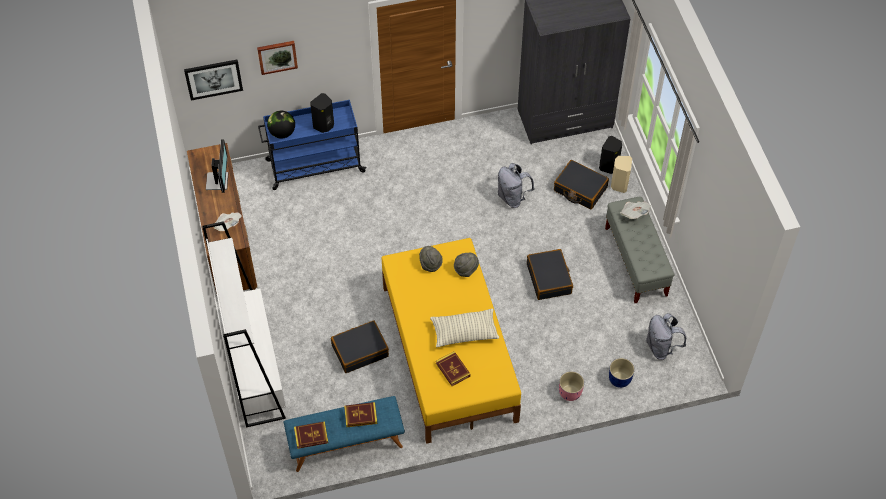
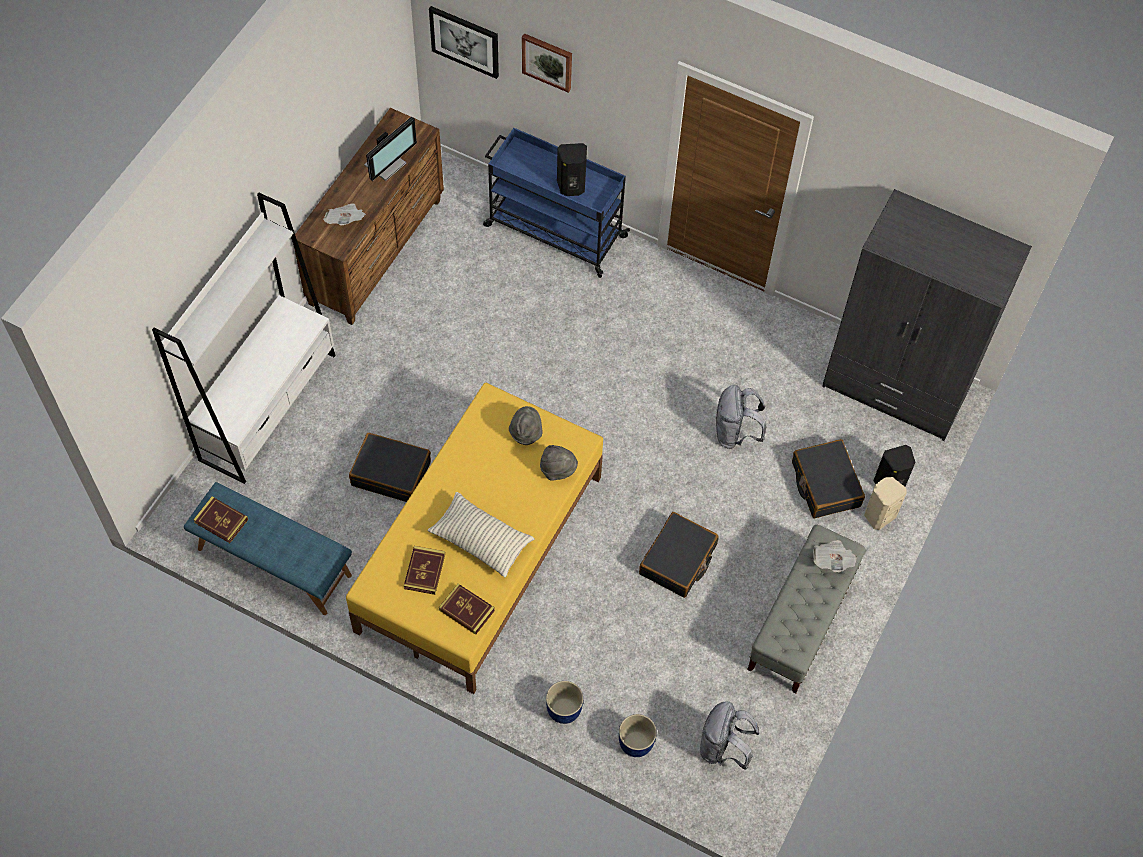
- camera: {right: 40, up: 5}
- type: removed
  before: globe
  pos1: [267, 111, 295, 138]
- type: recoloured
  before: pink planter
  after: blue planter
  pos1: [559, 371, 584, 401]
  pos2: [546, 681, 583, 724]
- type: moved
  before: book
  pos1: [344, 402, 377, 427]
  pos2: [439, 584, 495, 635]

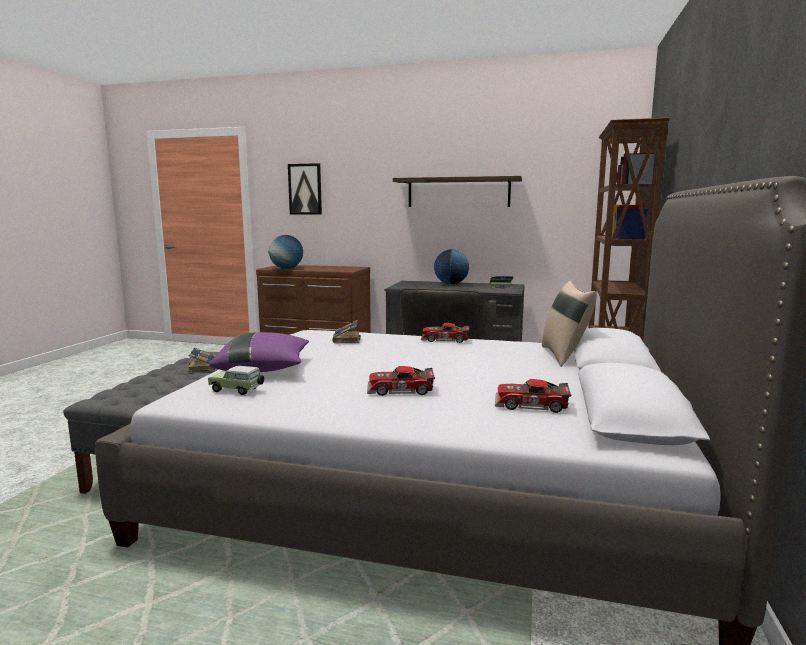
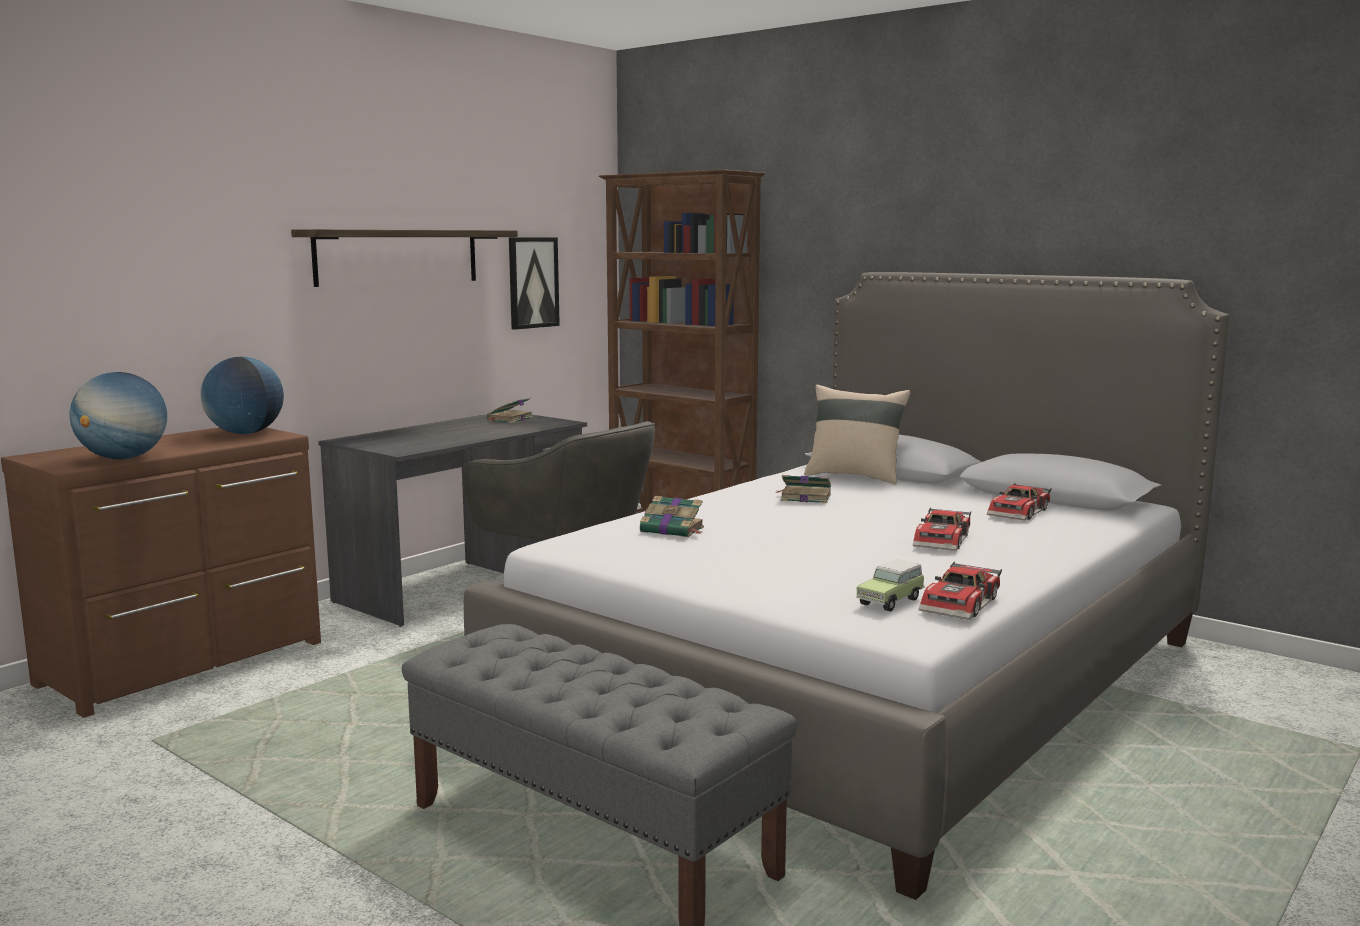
- camera: {right: -65, up: 0}
- type: moved
  before: picture
  pos1: [288, 163, 322, 215]
  pos2: [509, 237, 560, 330]
- type: moved
  before: globe
  pos1: [434, 249, 469, 285]
  pos2: [201, 357, 284, 434]
- type: moved
  before: toy car
  pos1: [420, 323, 469, 343]
  pos2: [919, 562, 1002, 620]
- type: removed
  before: purple pillow
  pos1: [209, 332, 309, 372]
- type: moved
  before: book
  pos1: [187, 347, 216, 372]
  pos2: [778, 475, 831, 503]

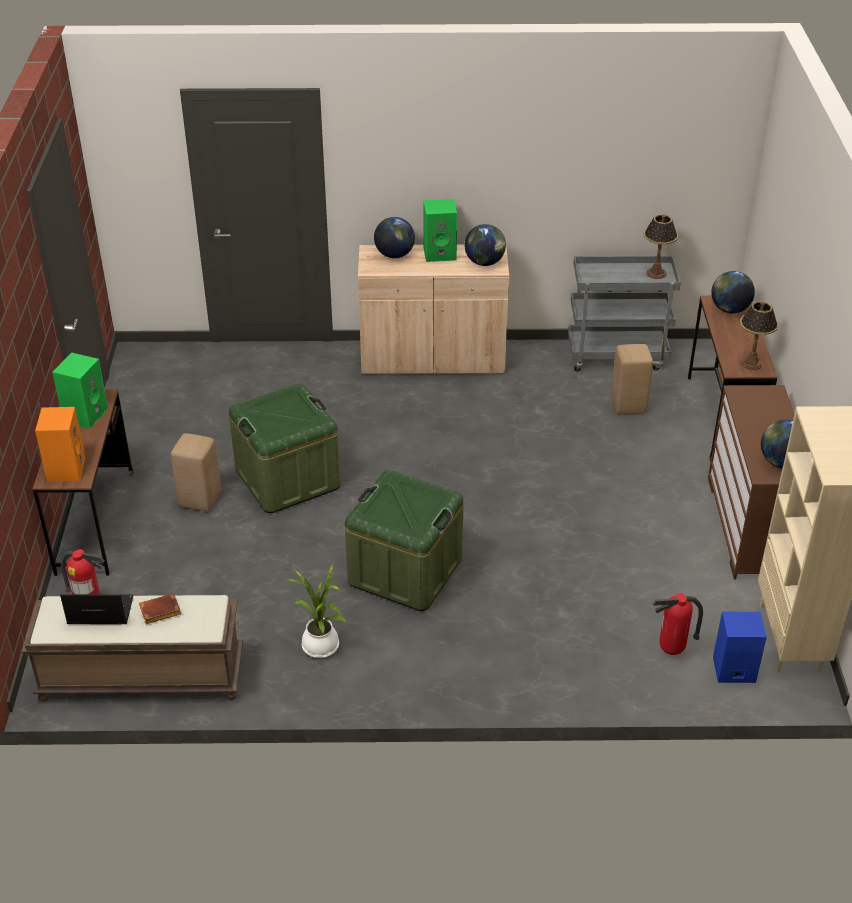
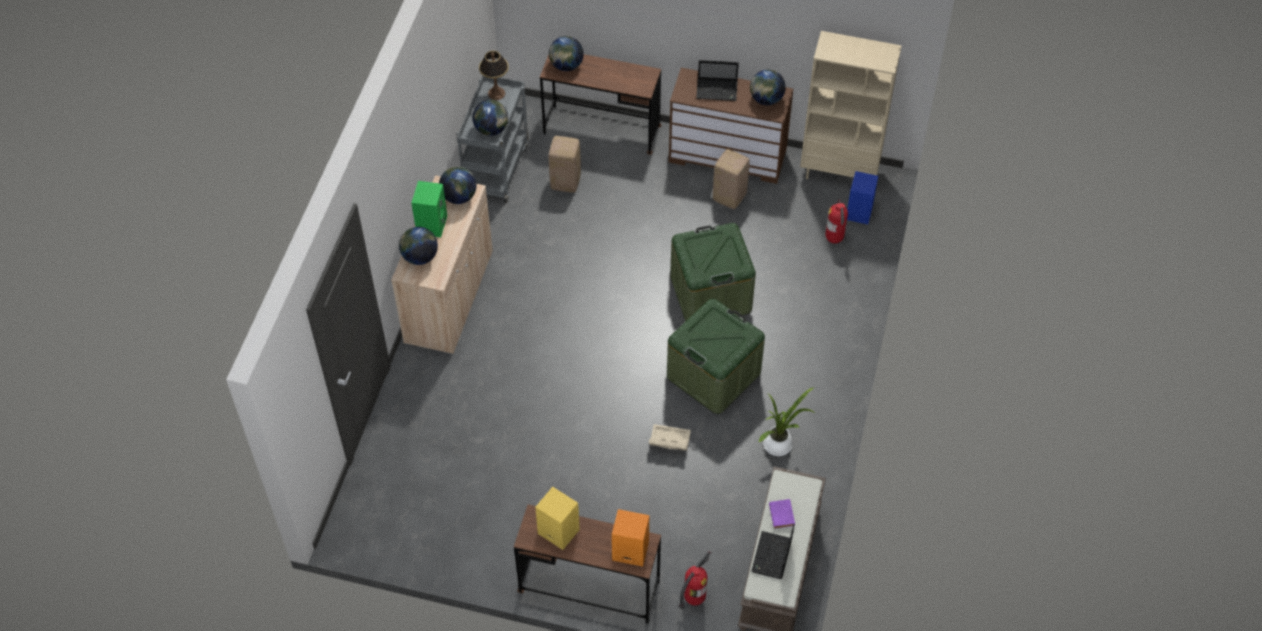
- camera: {right: -75, up: 15}
- type: removed
  before: table lamp
  pos1: [740, 301, 778, 370]
- type: recoloured
  before: green speaker
  after: yellow speaker
  pos1: [52, 353, 108, 429]
  pos2: [535, 487, 580, 550]
- type: moved
  before: green storage box
  pos1: [229, 384, 340, 513]
  pos2: [670, 223, 756, 322]
- type: moved
  before: beige stool
  pos1: [171, 433, 221, 511]
  pos2: [713, 149, 750, 209]
- type: recoloured
  before: brown book
  after: purple book
  pos1: [139, 593, 181, 624]
  pos2: [769, 499, 795, 529]
- type: added
  after: laptop
  pos2: [696, 60, 739, 101]
- type: added
  after: globe
  pos2: [472, 100, 508, 136]
- type: added
  after: beige storage box
  pos2: [649, 424, 691, 451]

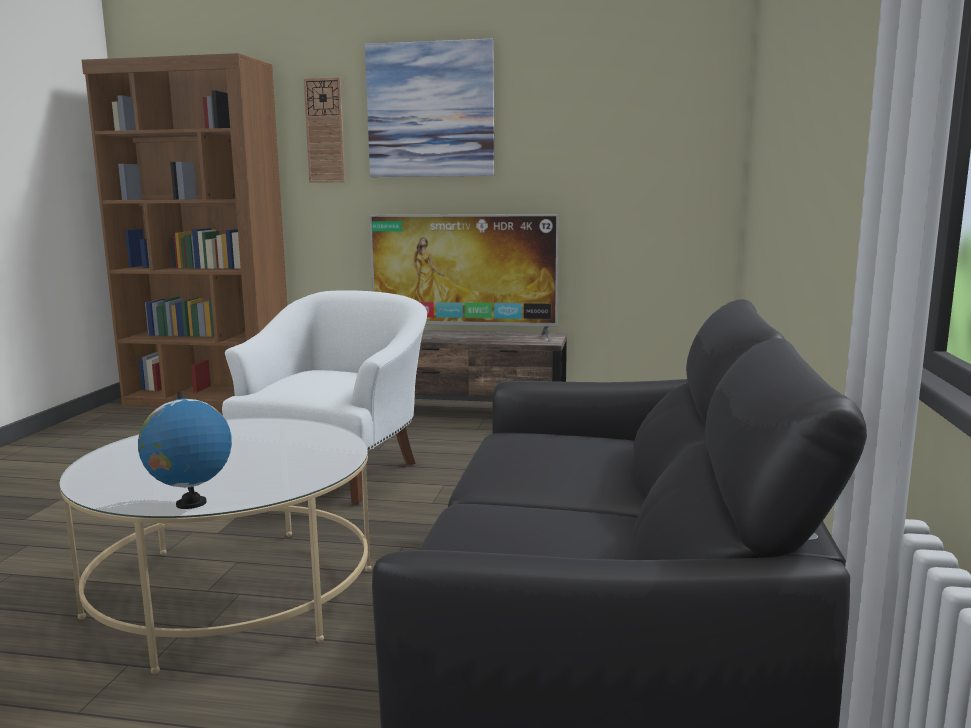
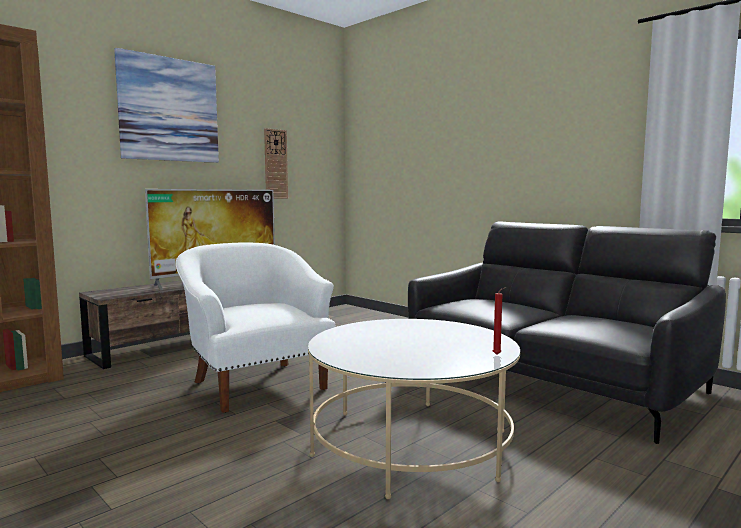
- camera: {right: -55, up: -5}
- type: moved
  before: wall clock
  pos1: [304, 77, 345, 183]
  pos2: [264, 128, 288, 199]
- type: replaced
  before: globe
  after: red candle
  pos1: [138, 392, 232, 509]
  pos2: [493, 287, 506, 355]

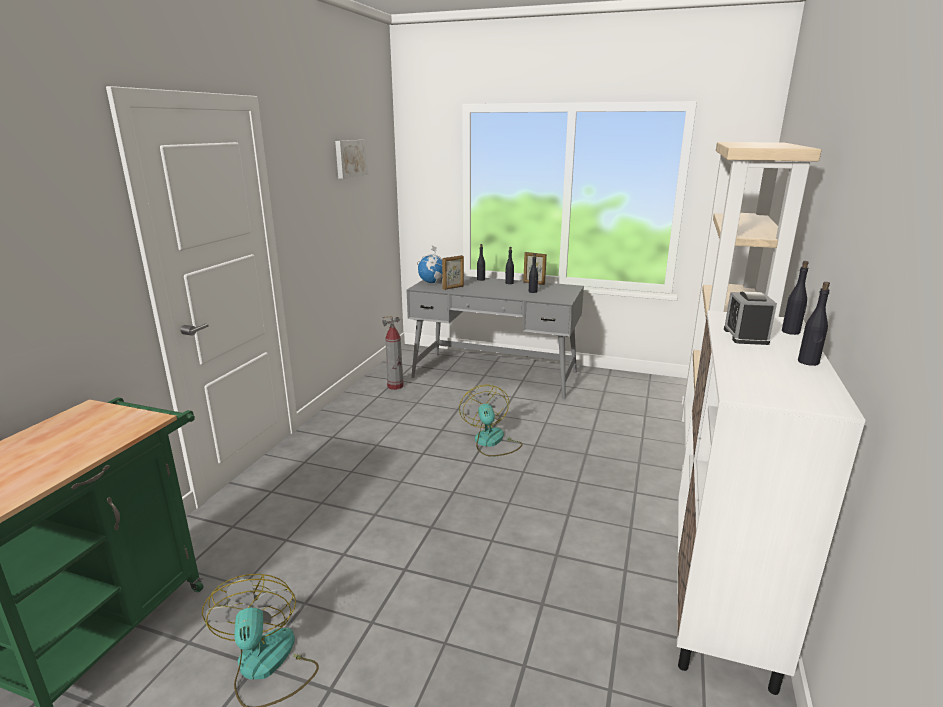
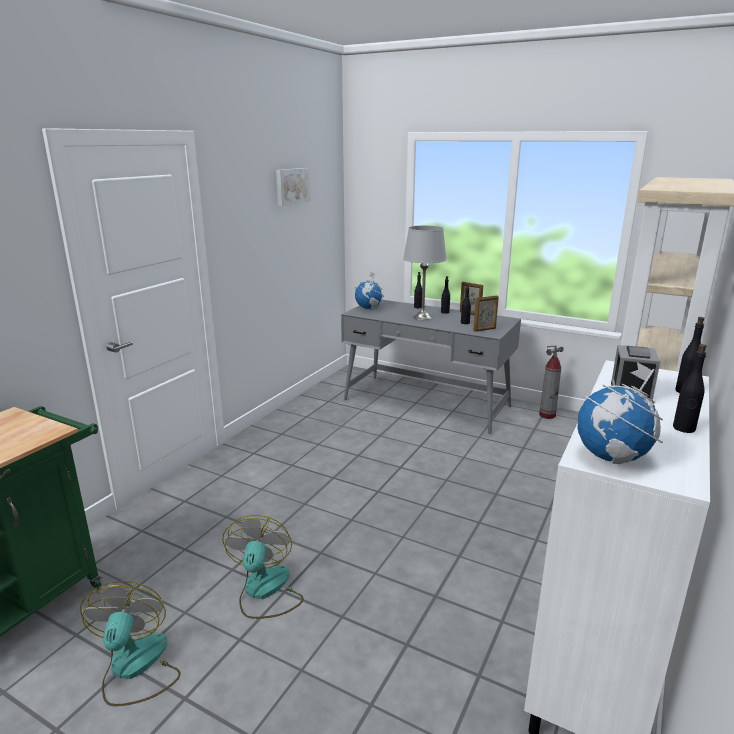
- camera: {right: 10, up: 0}
- type: moved
  before: picture frame
  pos1: [442, 255, 464, 290]
  pos2: [473, 295, 499, 332]
- type: moved
  before: fire extinguisher
  pos1: [382, 316, 404, 390]
  pos2: [539, 345, 564, 419]
- type: moved
  before: fan
  pos1: [459, 384, 523, 457]
  pos2: [222, 515, 304, 619]
- type: added
  after: grey table lamp
  pos2: [403, 226, 447, 320]
- type: added
  after: globe
  pos2: [578, 362, 663, 464]

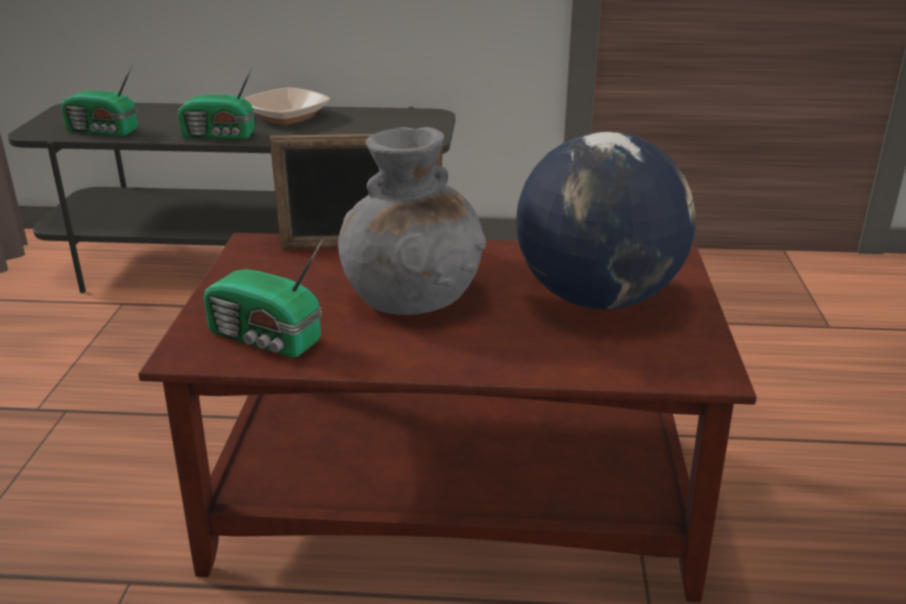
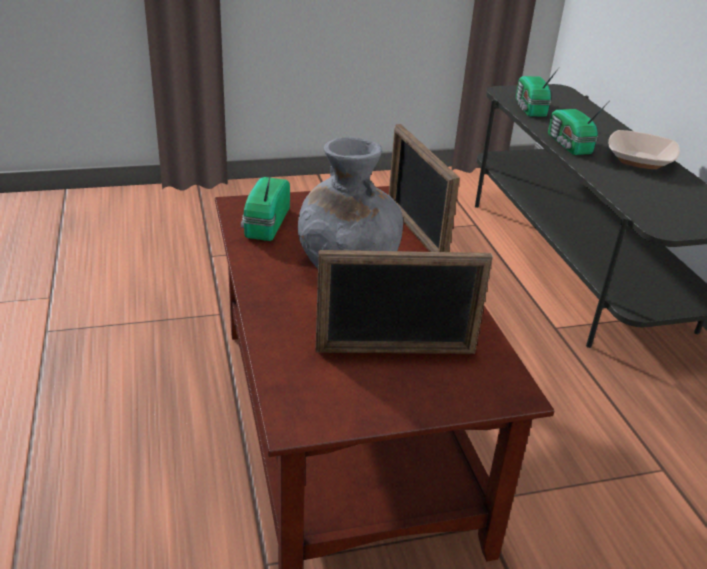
- camera: {right: 70, up: 5}
- type: replaced
  before: globe
  after: picture frame
  pos1: [516, 132, 696, 309]
  pos2: [315, 250, 493, 354]

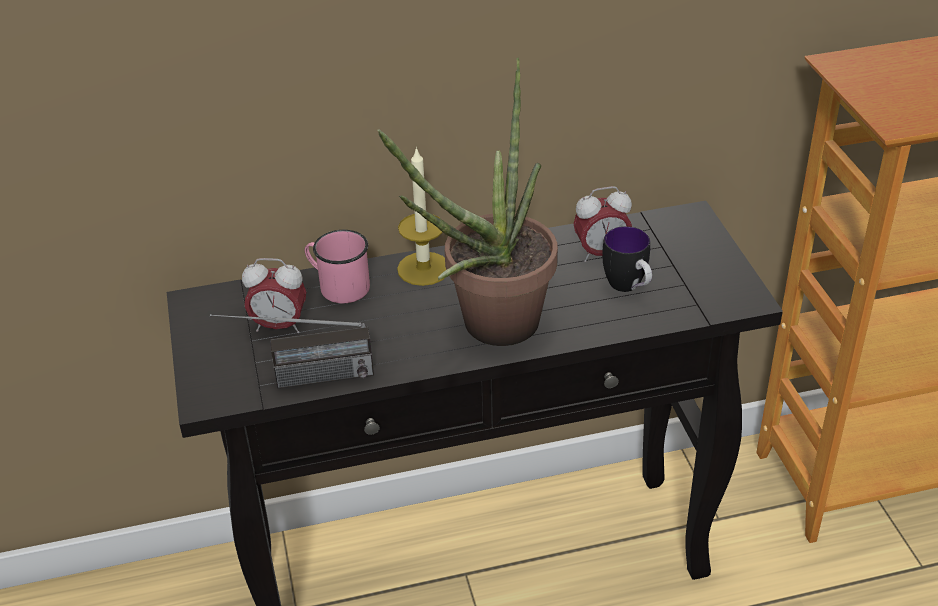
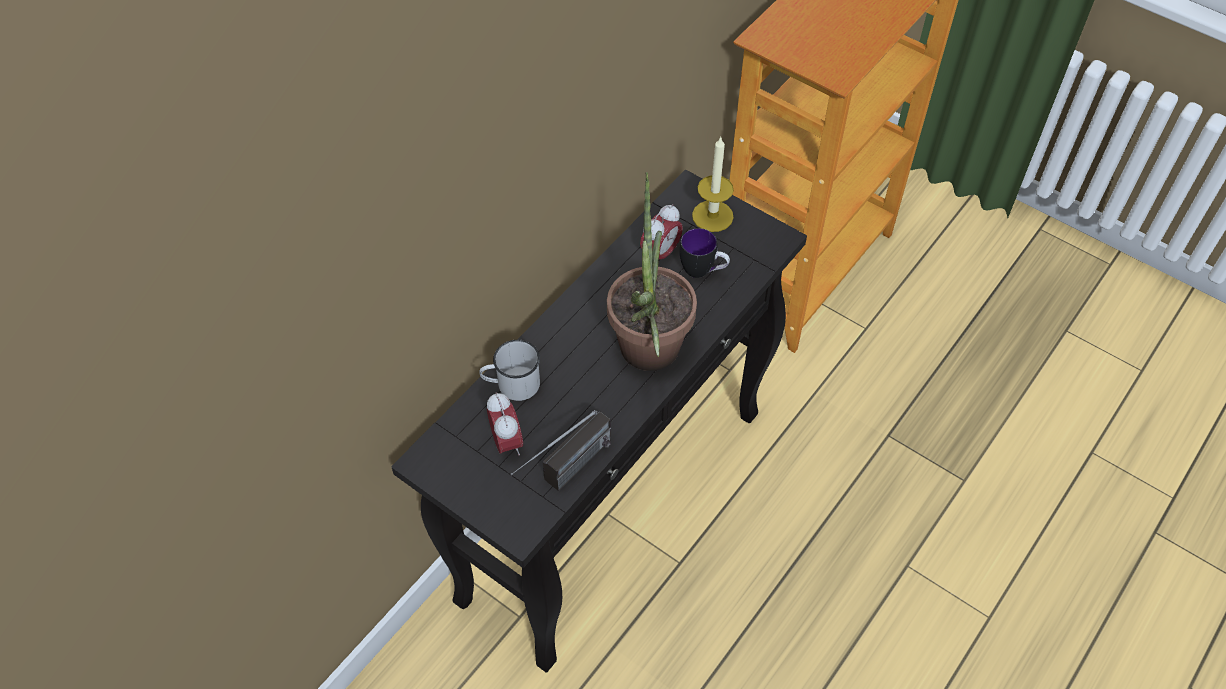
- camera: {right: -40, up: 15}
- type: moved
  before: candle
  pos1: [397, 147, 446, 286]
  pos2: [692, 137, 734, 232]
- type: recoloured
  before: pink mug
  after: white mug
  pos1: [305, 230, 370, 303]
  pos2: [479, 340, 540, 401]
- type: turned
  before: alarm clock
  pos1: [242, 258, 306, 333]
  pos2: [487, 393, 523, 455]
  turn: -75

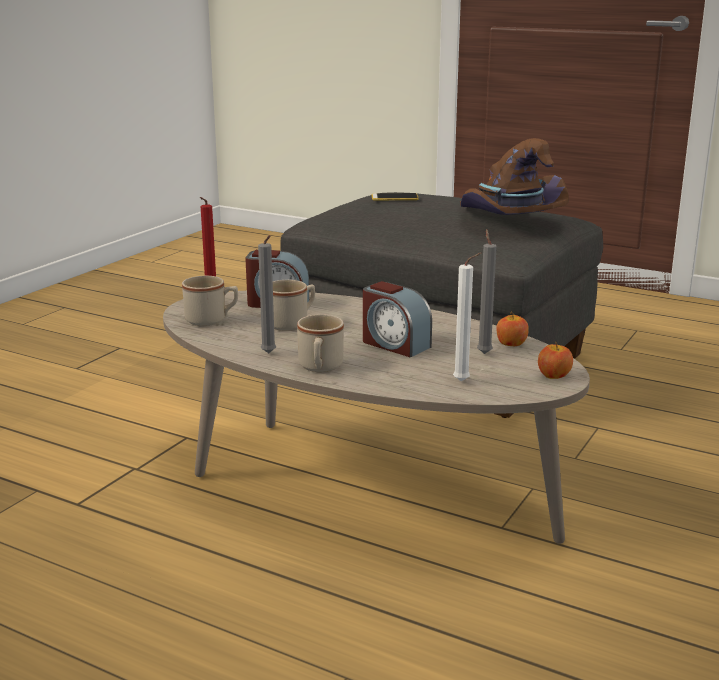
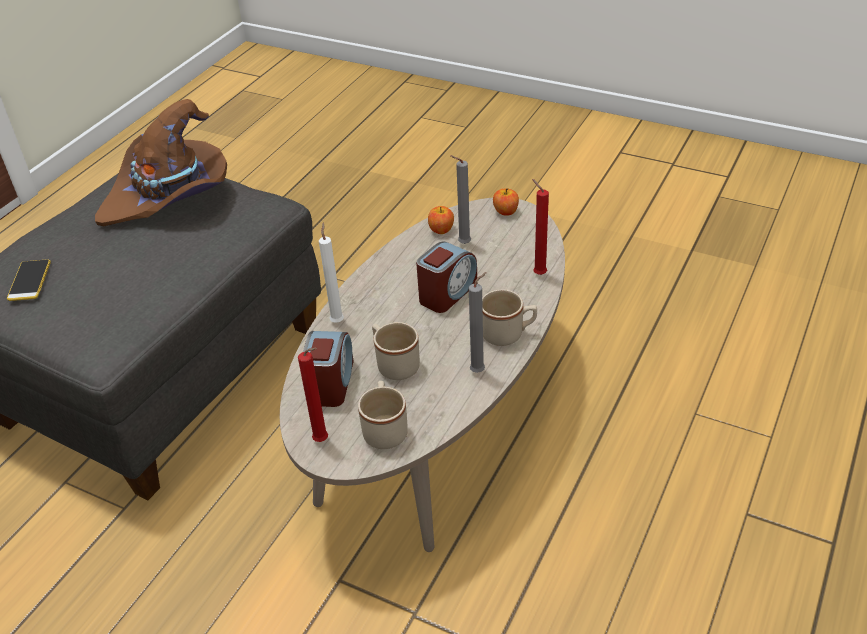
- camera: {right: -90, up: 20}
- type: moved
  before: white candle
  pos1: [453, 252, 481, 382]
  pos2: [319, 222, 344, 323]
- type: added
  after: red candle
  pos2: [532, 179, 549, 275]

